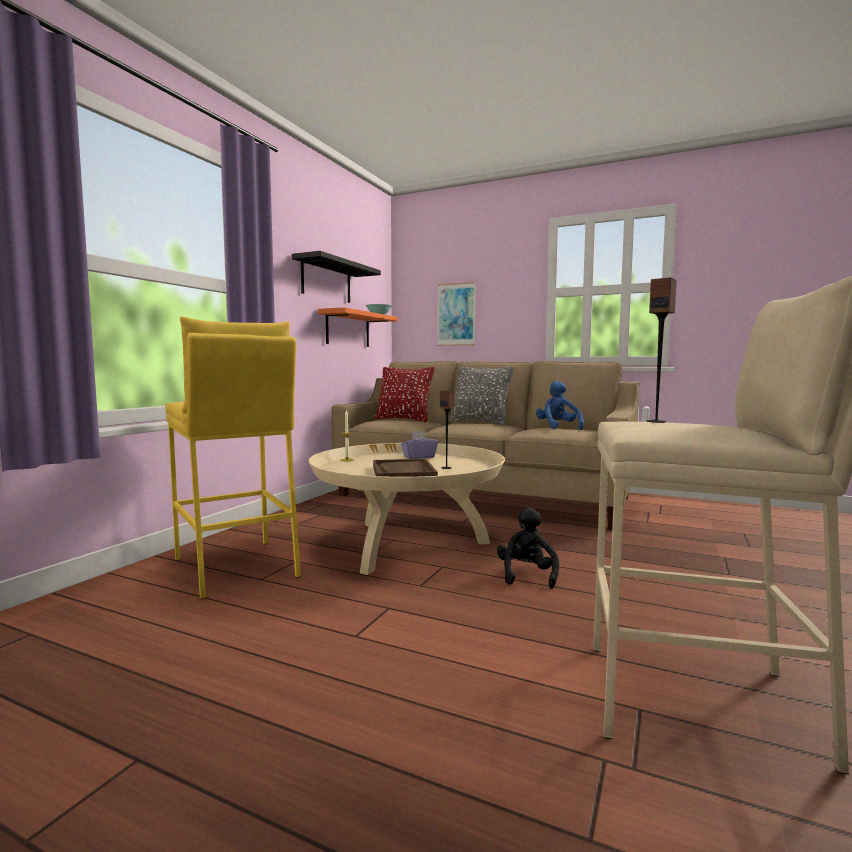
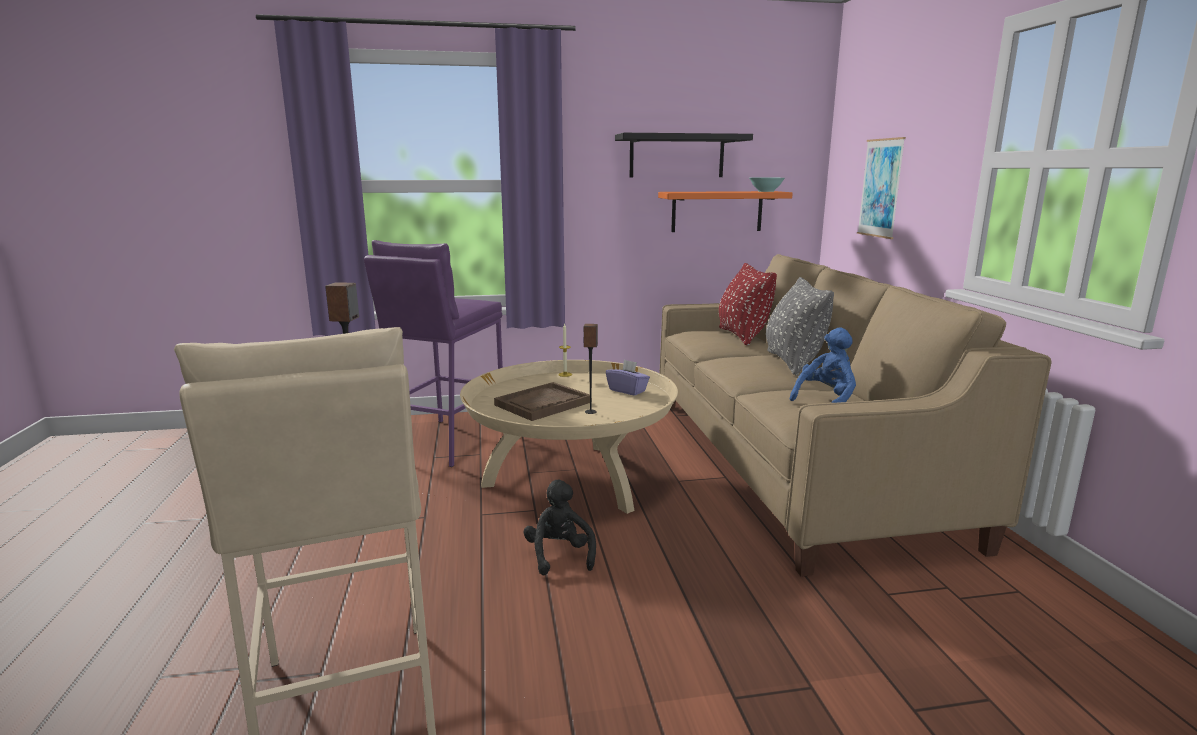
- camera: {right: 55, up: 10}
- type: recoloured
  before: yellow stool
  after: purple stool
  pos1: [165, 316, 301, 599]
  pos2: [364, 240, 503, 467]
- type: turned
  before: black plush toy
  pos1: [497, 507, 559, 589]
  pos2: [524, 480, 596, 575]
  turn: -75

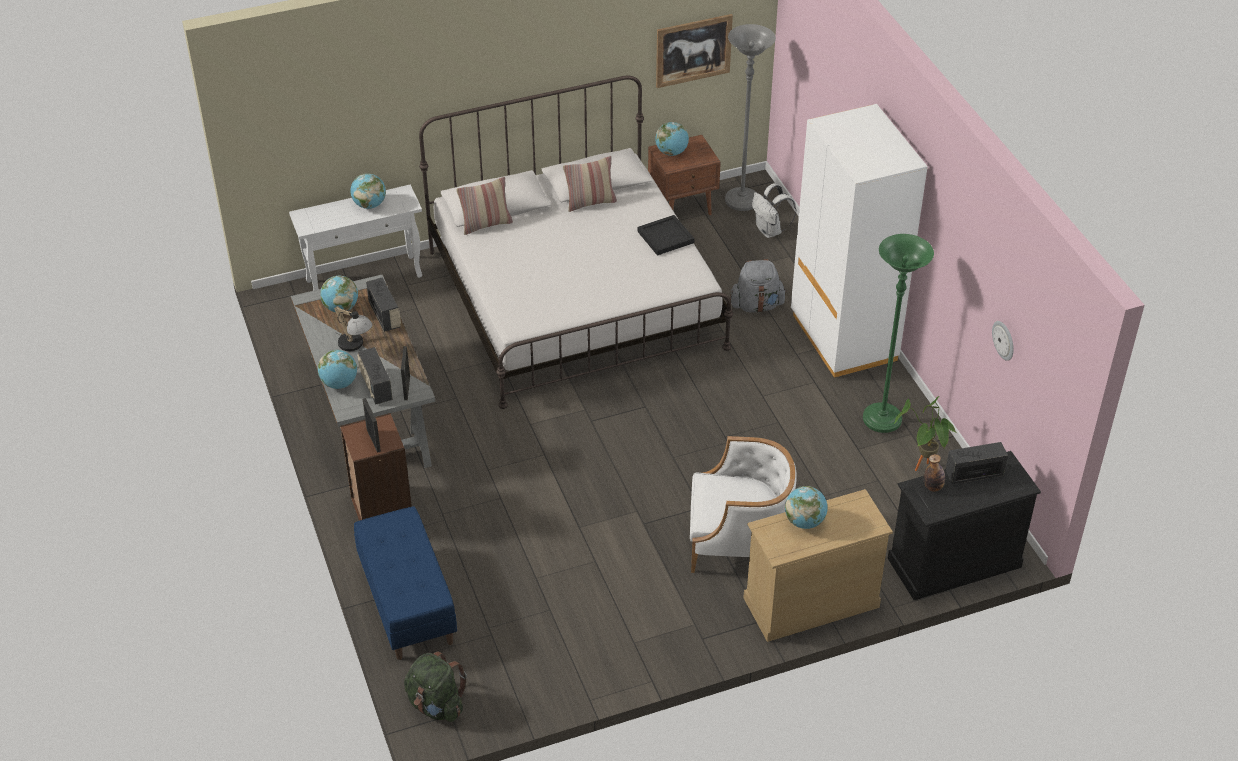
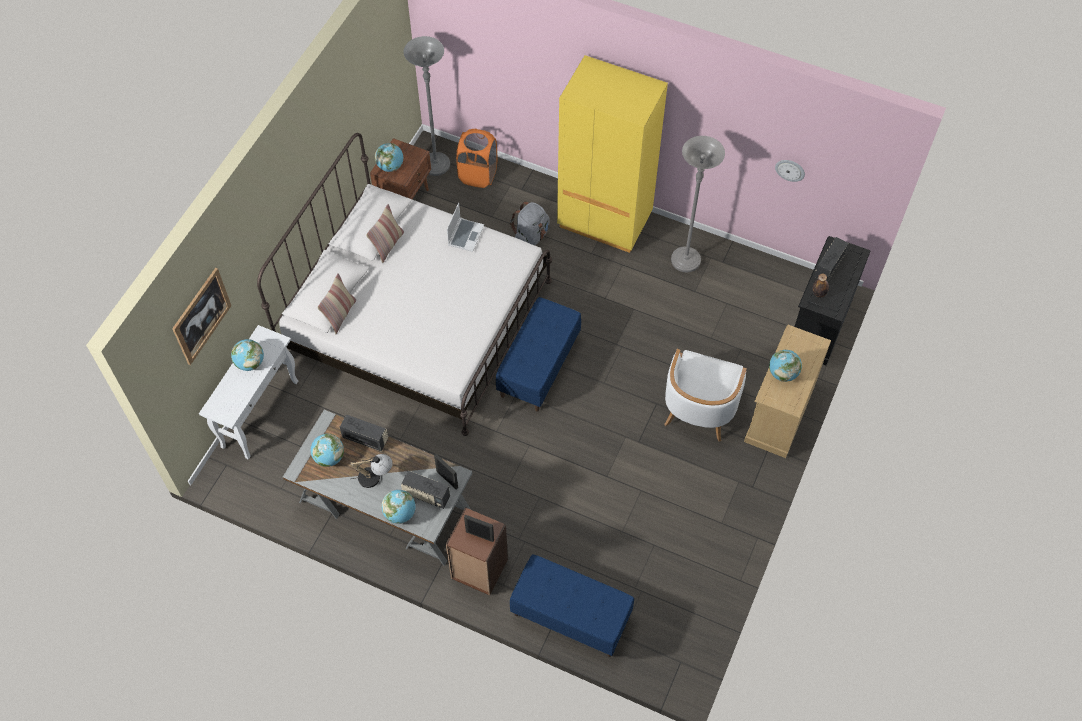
- camera: {right: -45, up: 15}
- type: moved
  before: picture
  pos1: [656, 14, 733, 88]
  pos2: [172, 268, 232, 365]
- type: recoloured
  before: white wardrobe
  after: yellow wardrobe
  pos1: [791, 104, 928, 378]
  pos2: [557, 55, 668, 253]
- type: replaced
  before: white backpack
  after: orange laundry basket
  pos1: [752, 183, 796, 238]
  pos2: [456, 129, 498, 188]
- type: replaced
  before: black tray
  after: laptop
  pos1: [637, 215, 695, 256]
  pos2: [447, 203, 484, 252]
- type: recoloured
  before: green floor lamp
  after: grey floor lamp
  pos1: [863, 234, 934, 433]
  pos2: [671, 136, 725, 272]
- type: removed
  before: potted plant
  pos1: [895, 396, 956, 471]
- type: turned
  before: white armchair
  pos1: [690, 436, 797, 573]
  pos2: [664, 349, 747, 442]
  turn: 150
- type: removed
  before: green backpack
  pos1: [404, 651, 467, 722]
- type: added
  after: blue bench
  pos2: [496, 297, 581, 412]

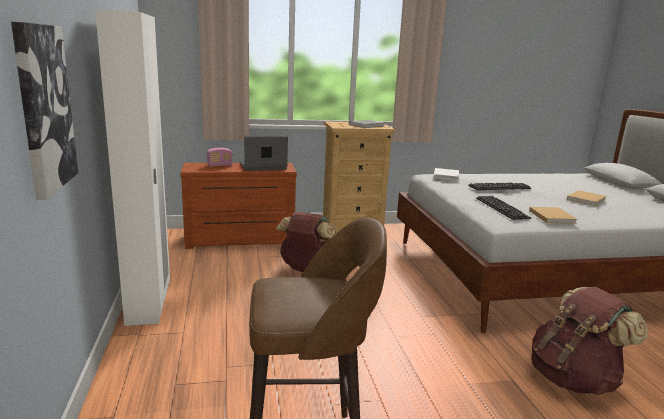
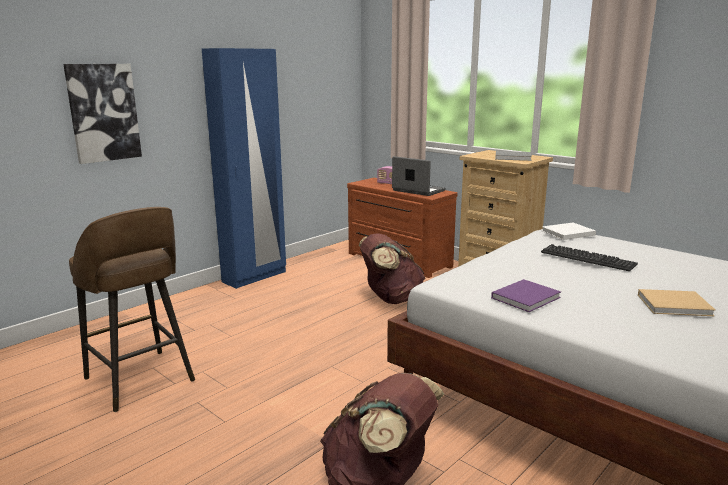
- camera: {right: 55, up: 0}
- type: recoloured
  before: white wardrobe
  after: blue wardrobe
  pos1: [95, 9, 170, 326]
  pos2: [202, 48, 286, 289]
- type: removed
  before: keyboard
  pos1: [476, 196, 531, 220]
- type: recoloured
  before: beige book
  after: purple book
  pos1: [529, 207, 578, 224]
  pos2: [491, 279, 561, 312]

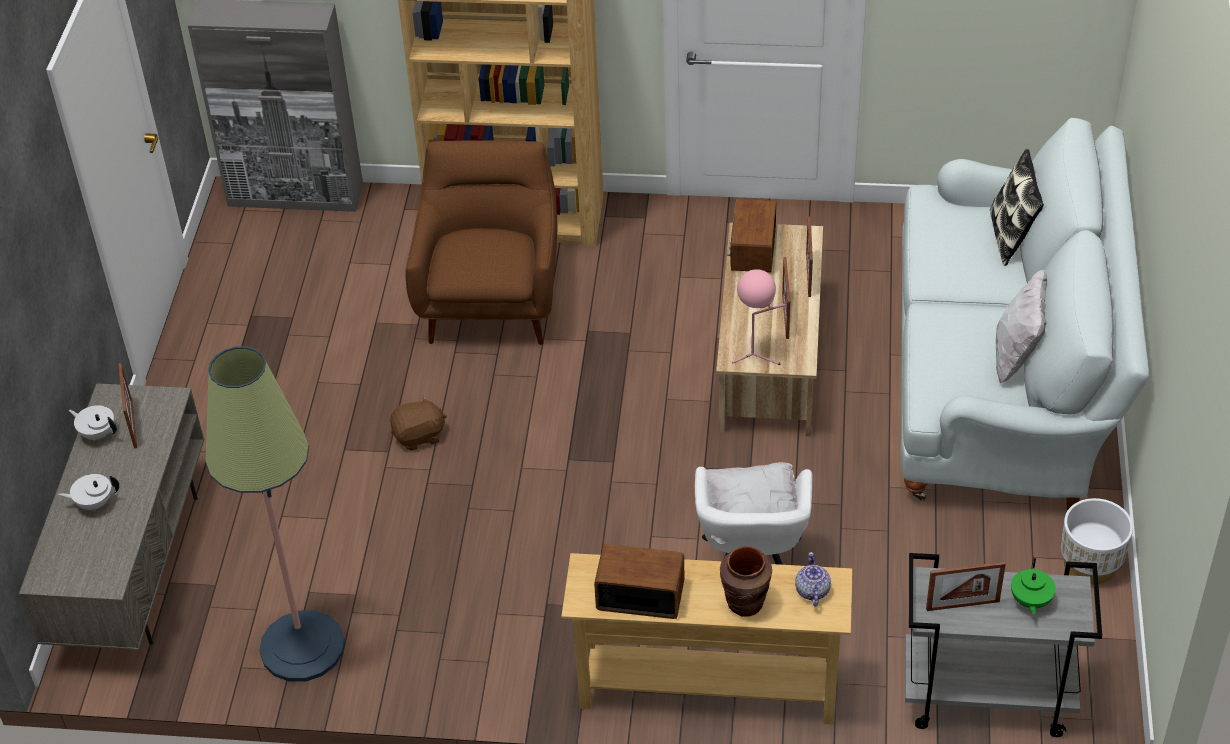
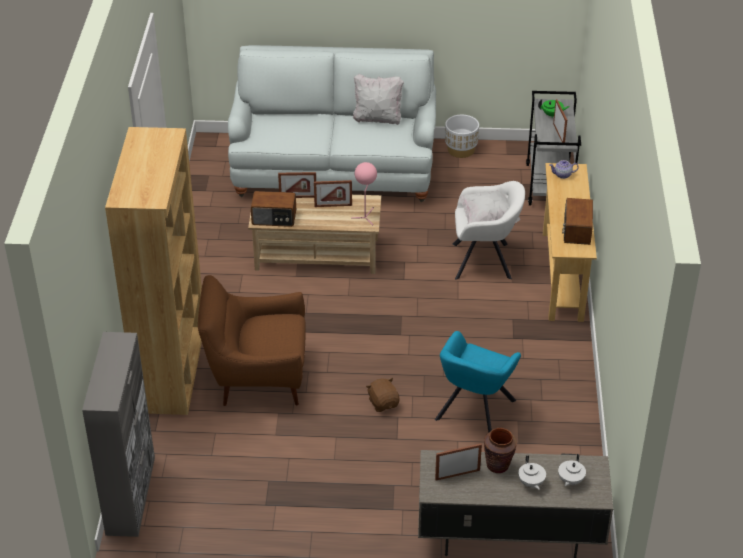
- camera: {right: -95, up: -5}
- type: removed
  before: pillow
  pos1: [990, 149, 1044, 266]
- type: removed
  before: floor lamp
  pos1: [205, 346, 345, 682]
- type: moved
  before: white teapot
  pos1: [69, 405, 117, 440]
  pos2: [558, 454, 586, 486]
- type: moved
  before: brown vase
  pos1: [720, 546, 772, 617]
  pos2: [484, 428, 517, 473]
- type: added
  after: turquoise armchair
  pos2: [435, 331, 521, 433]

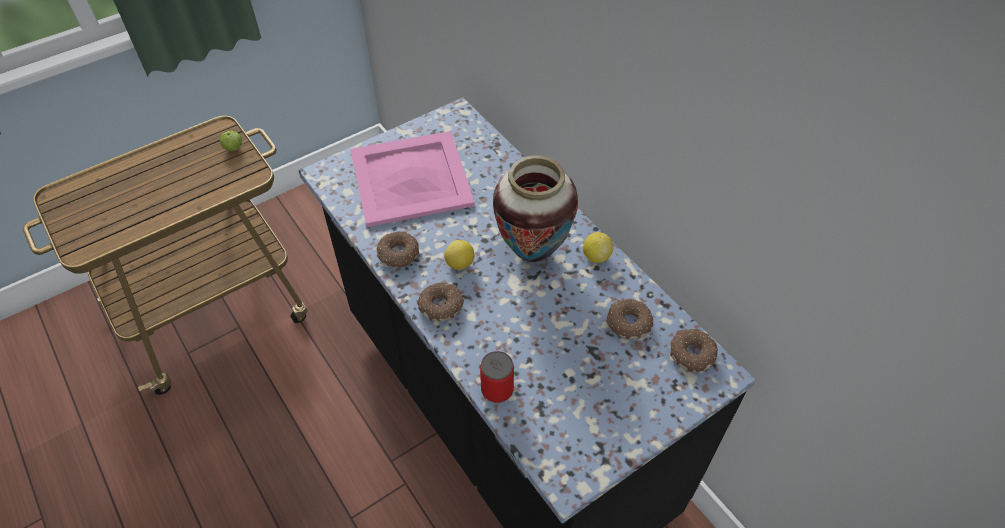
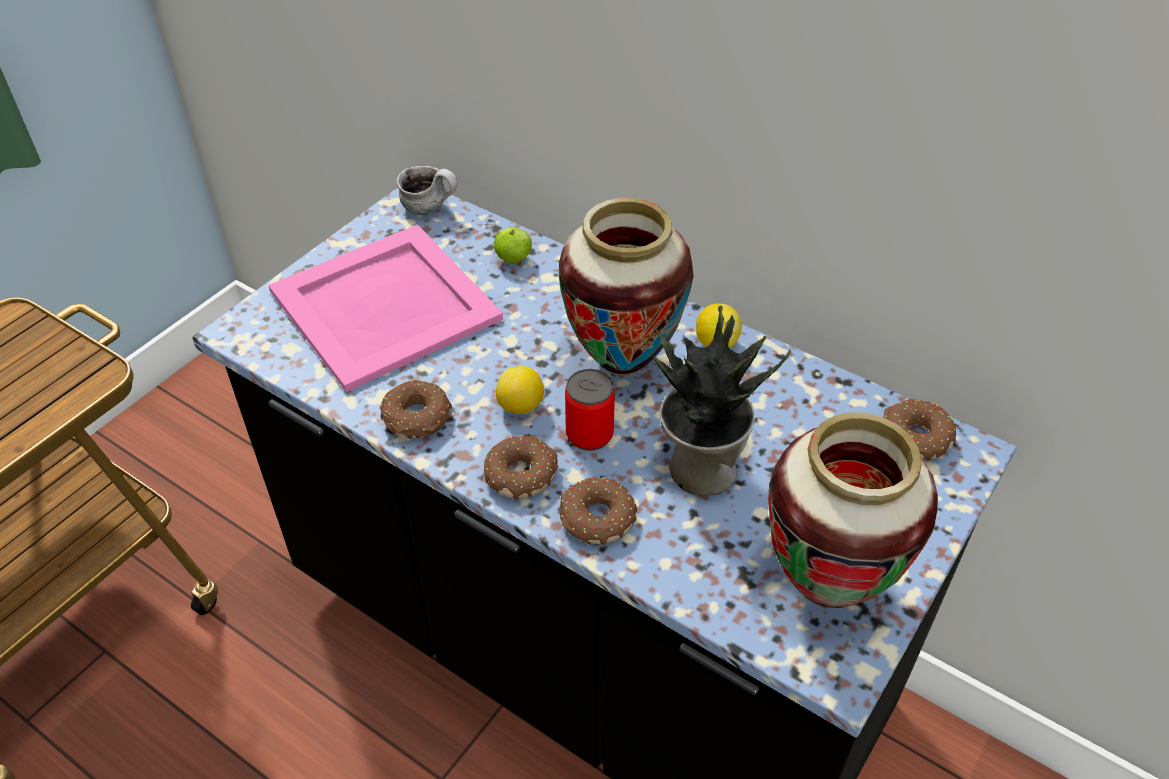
- camera: {right: -20, up: -5}
- type: moved
  before: apple
  pos1: [220, 131, 242, 151]
  pos2: [494, 227, 532, 264]
- type: moved
  before: donut
  pos1: [606, 299, 653, 340]
  pos2: [560, 477, 637, 545]
- type: moved
  before: can
  pos1: [480, 351, 514, 403]
  pos2: [565, 369, 615, 451]
- type: added
  after: mug
  pos2: [396, 166, 458, 215]
- type: added
  after: potted plant
  pos2: [653, 306, 791, 496]
- type: added
  after: vase
  pos2: [768, 412, 938, 608]

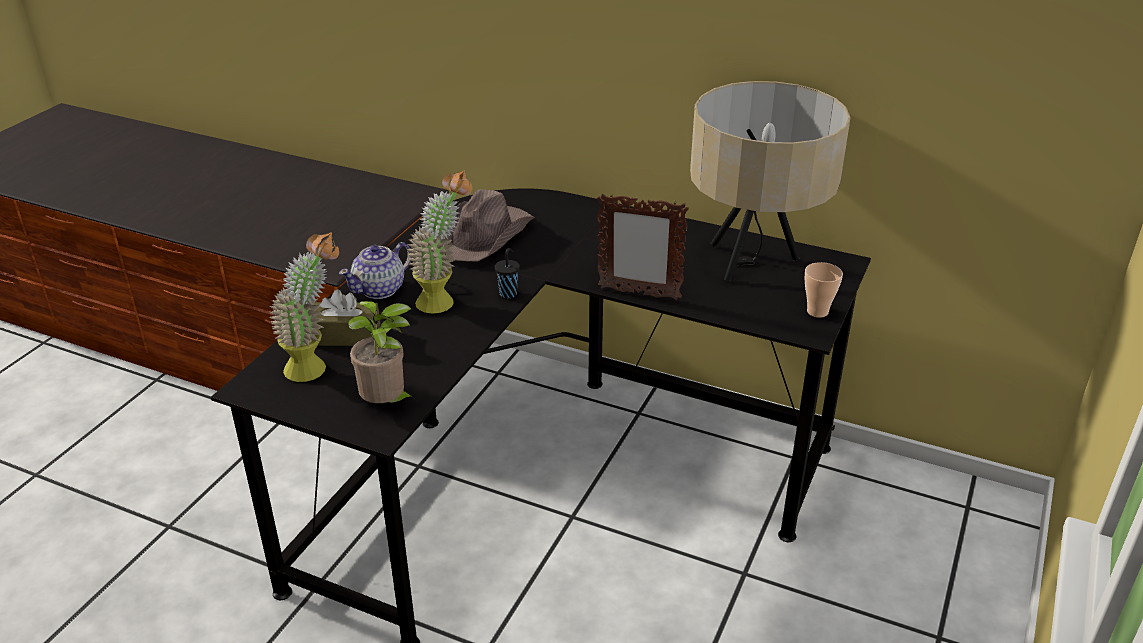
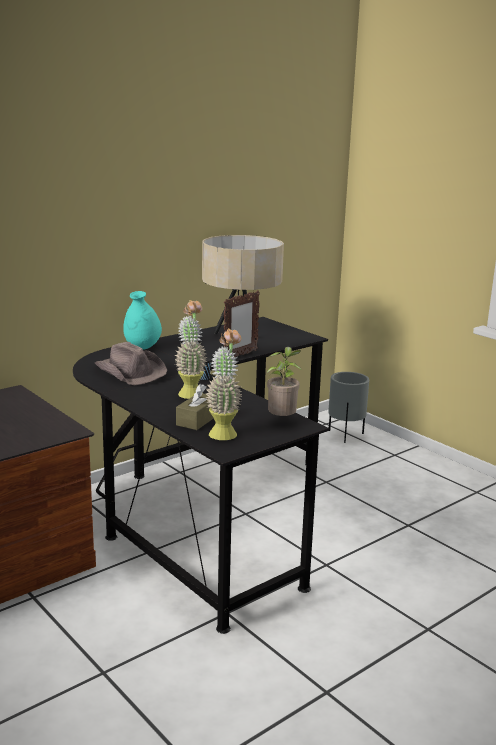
- camera: {right: -65, up: -15}
- type: removed
  before: teapot
  pos1: [339, 242, 412, 299]
- type: removed
  before: cup
  pos1: [804, 262, 843, 318]
- type: added
  after: turquoise vase
  pos2: [124, 291, 162, 350]
- type: added
  after: grey planter
  pos2: [328, 372, 369, 443]

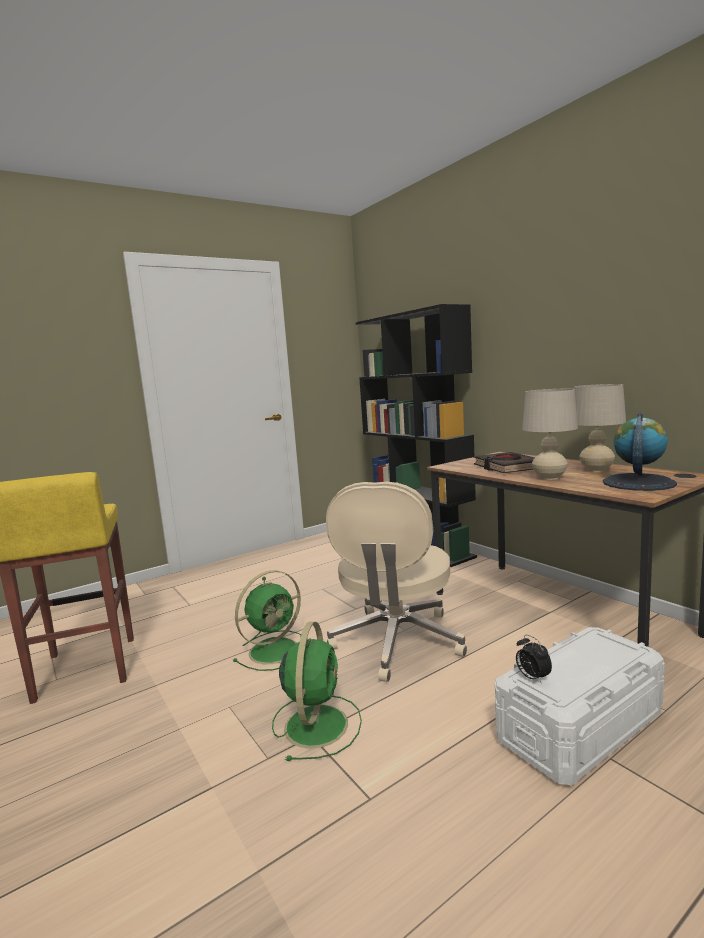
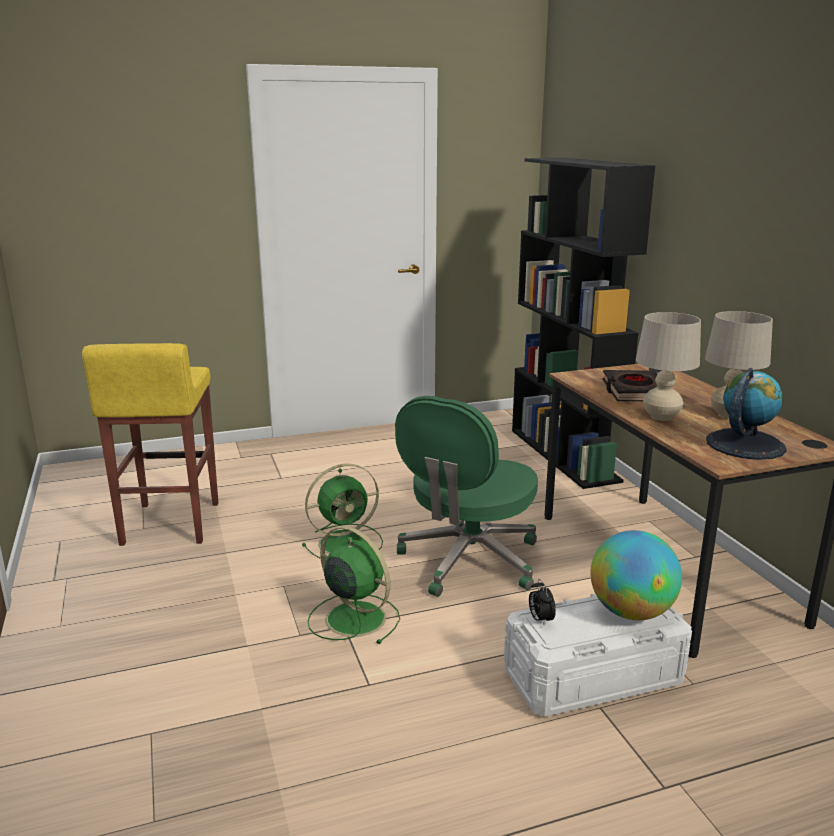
- camera: {right: 15, up: 10}
- type: recoloured
  before: beige office chair
  after: green office chair
  pos1: [326, 482, 467, 682]
  pos2: [395, 396, 538, 597]
- type: turned
  before: green fan
  pos1: [272, 622, 362, 761]
  pos2: [308, 526, 400, 644]
  turn: -75
- type: added
  after: globe
  pos2: [590, 530, 682, 620]

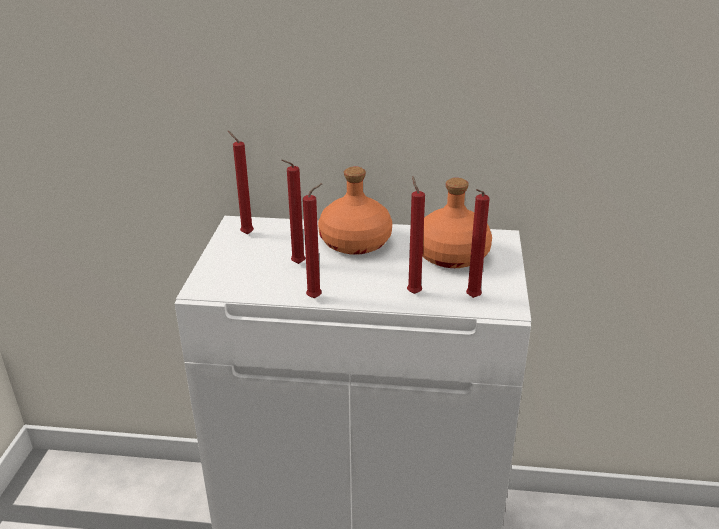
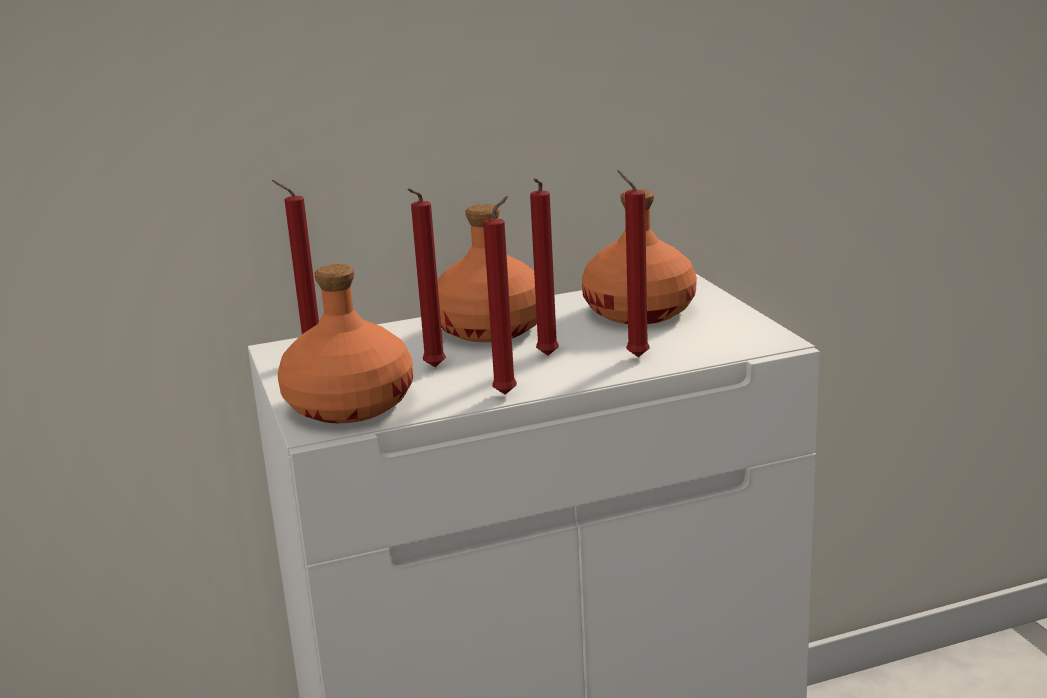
- camera: {right: -25, up: -10}
- type: moved
  before: red candle
  pos1: [466, 189, 490, 298]
  pos2: [530, 178, 559, 356]
- type: added
  after: orange bottle
  pos2: [278, 264, 413, 423]

